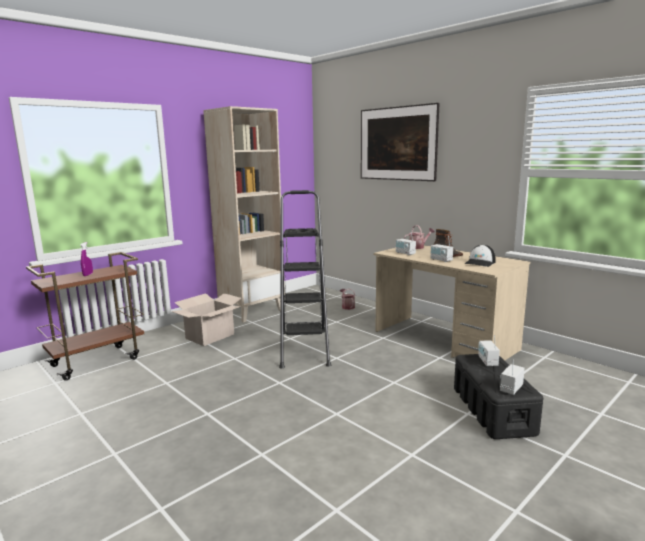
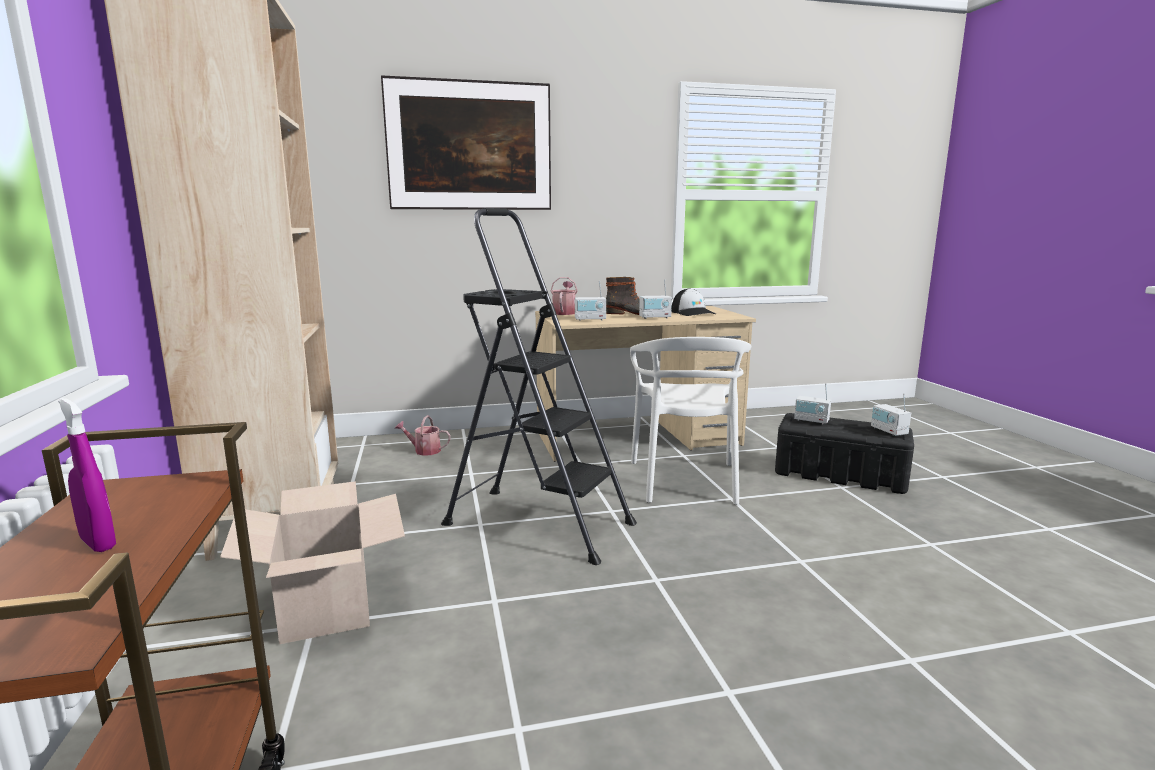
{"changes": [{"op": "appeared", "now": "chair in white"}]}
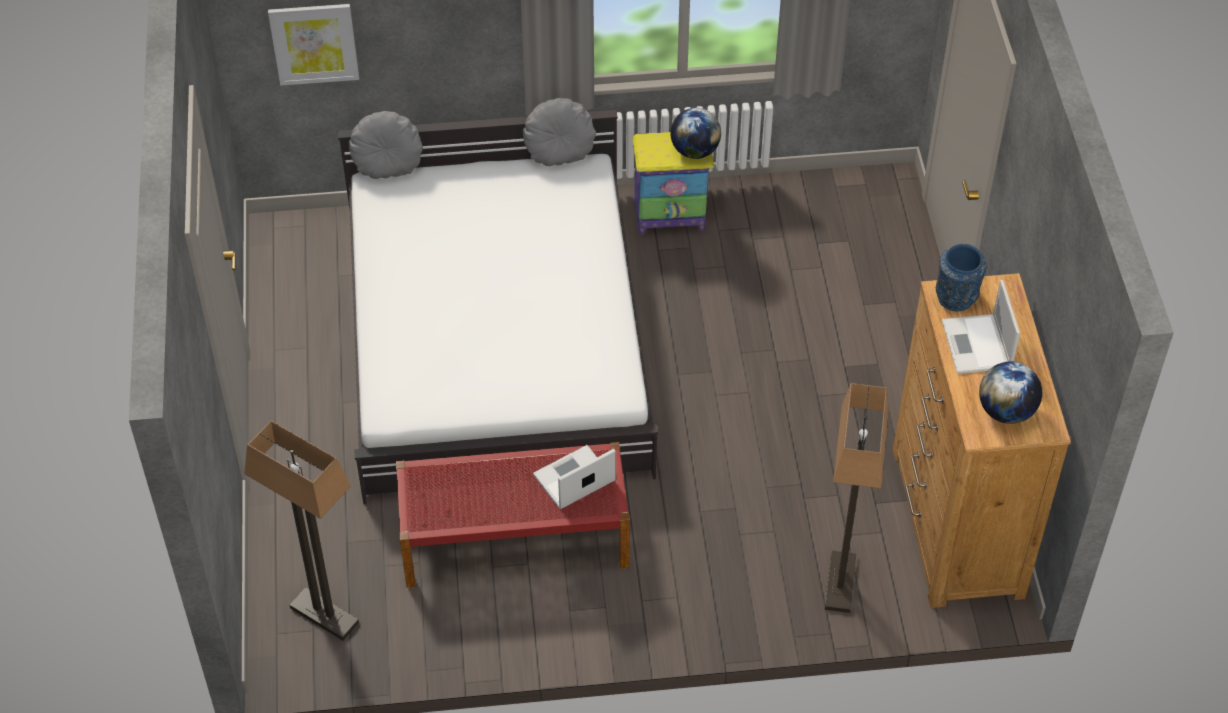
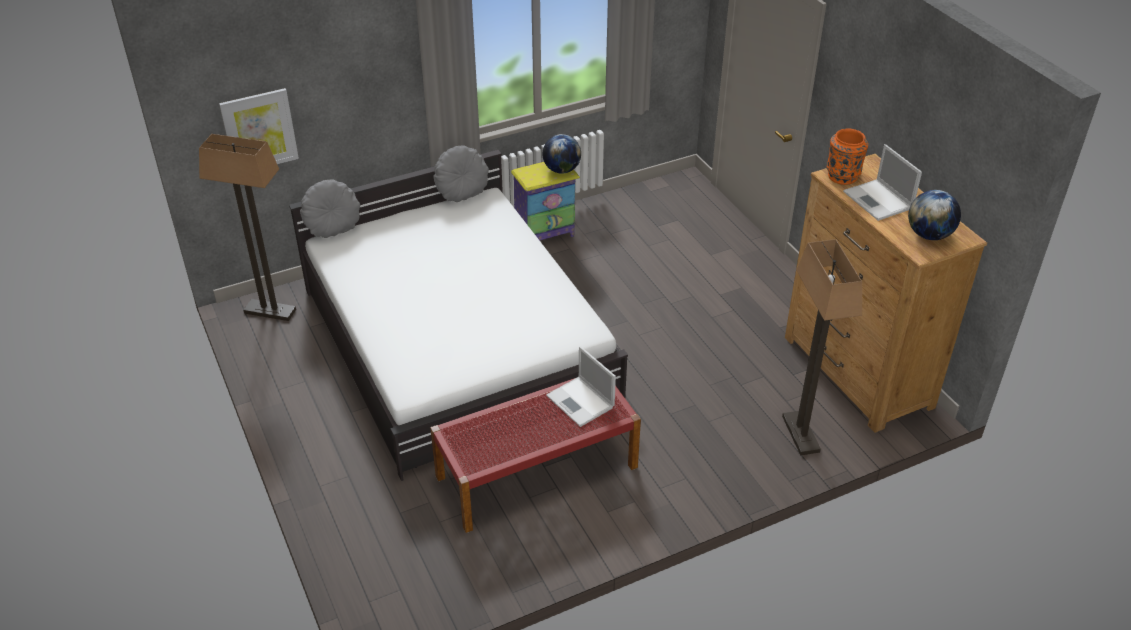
{"changes": [{"op": "relocated", "was": "floor lamp (no. 1 from left)"}, {"op": "spun", "was": "laptop (no. 1 from left)", "clockwise": -75}, {"op": "colour", "was": "vase in blue", "now": "vase in orange"}]}
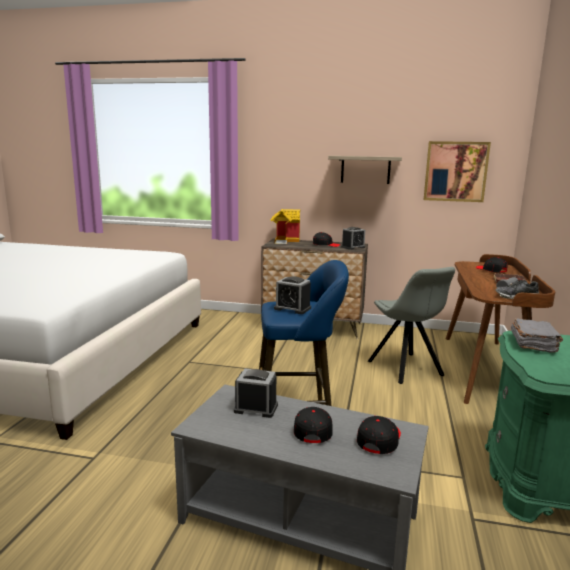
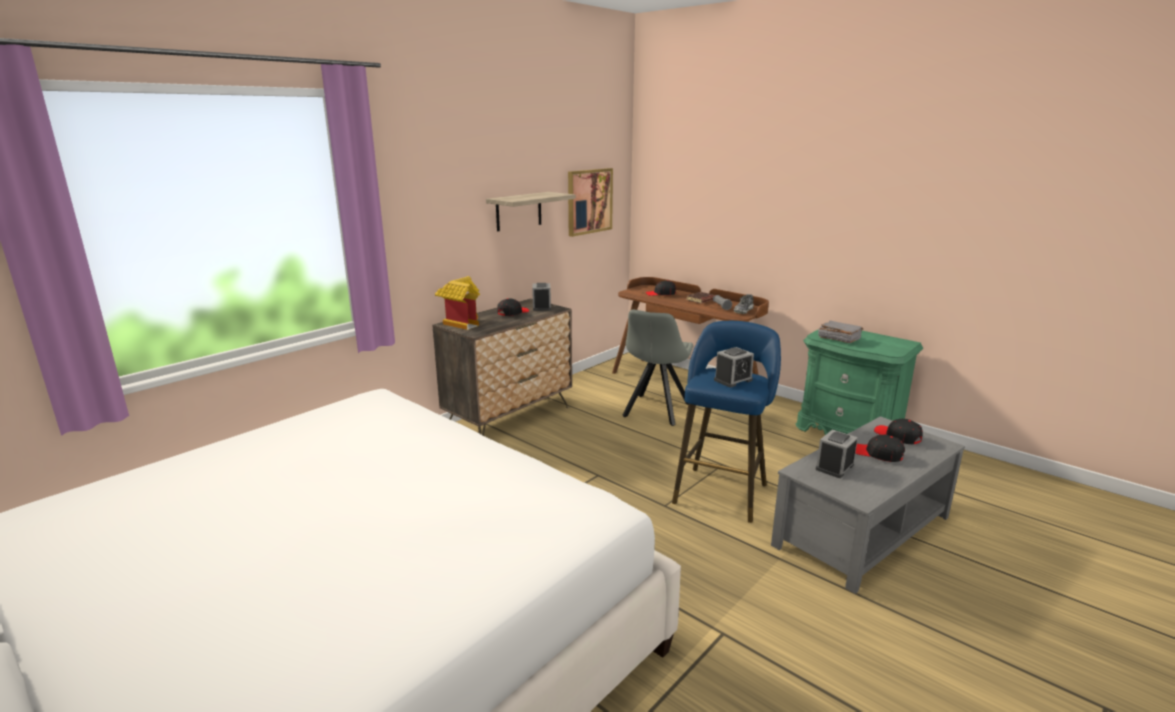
{"changes": [{"op": "spun", "was": "chair in grey", "clockwise": 105}]}
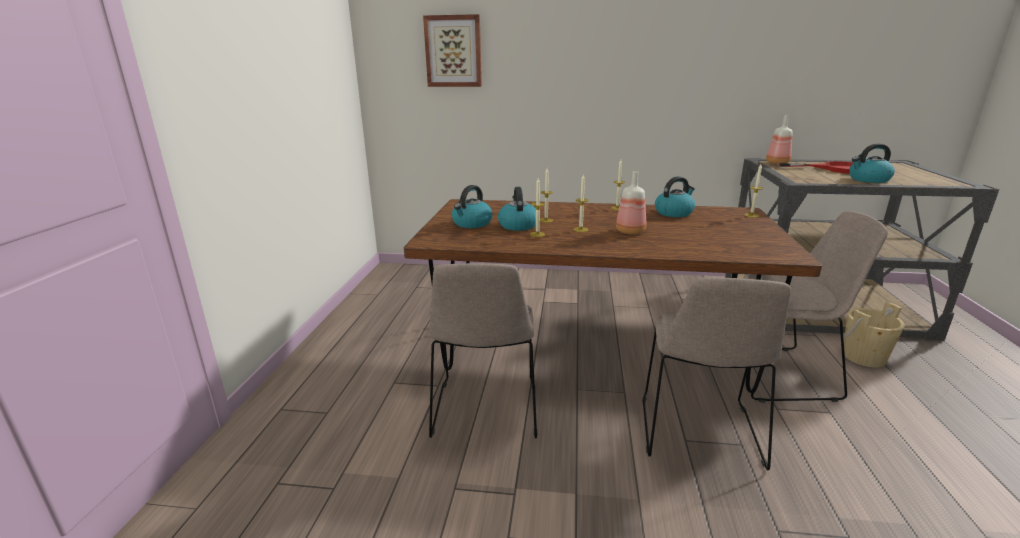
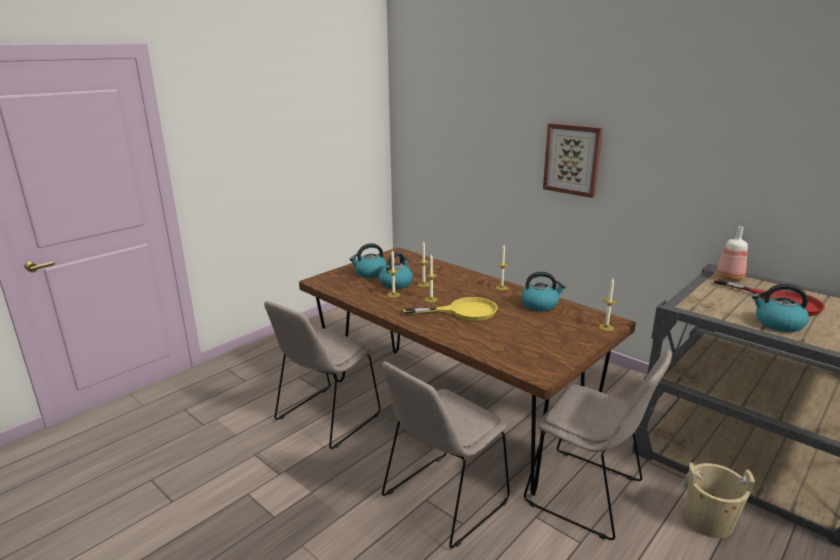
{"changes": [{"op": "relocated", "was": "picture"}, {"op": "exchanged", "was": "bottle (no. 1 from left)", "now": "frying pan in yellow"}]}
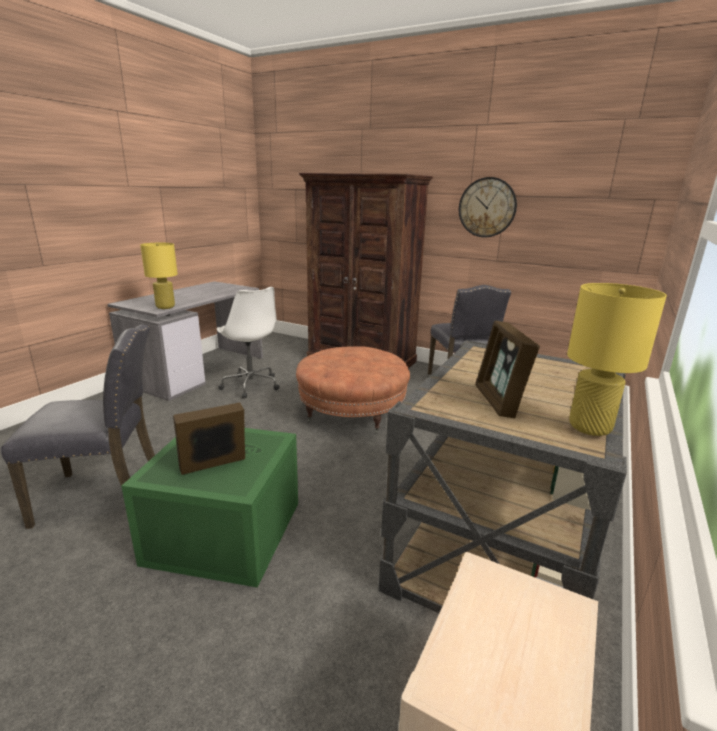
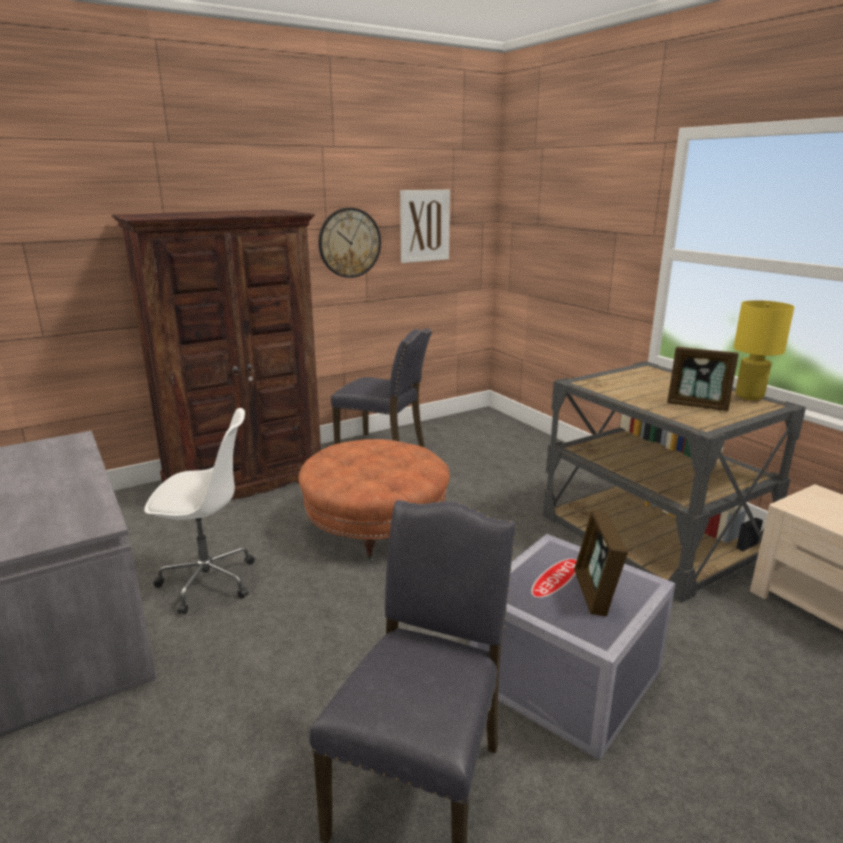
{"changes": [{"op": "colour", "was": "storage box in green", "now": "storage box in grey"}, {"op": "missing", "was": "table lamp in yellow (no. 1 from left)"}, {"op": "appeared", "now": "picture"}]}
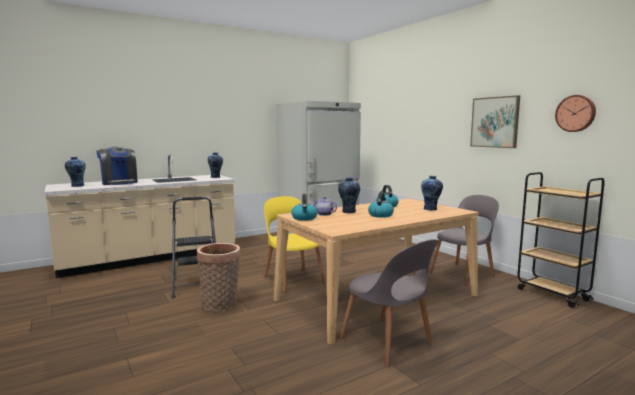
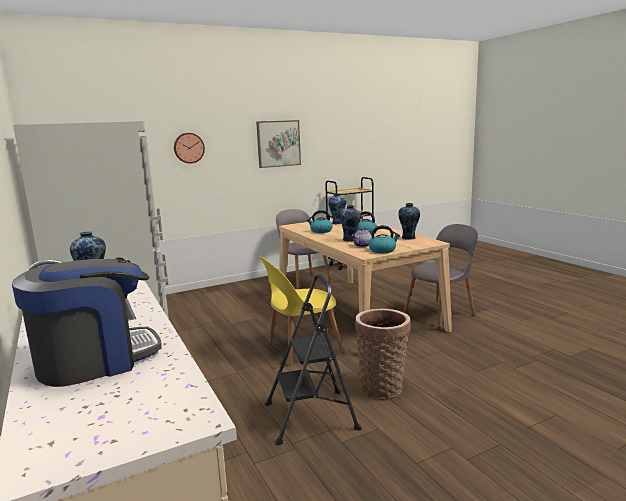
{"changes": [{"op": "relocated", "was": "vase (no. 1 from left in the first image)", "now": "vase (no. 4 from left)"}, {"op": "relocated", "was": "wall clock"}]}
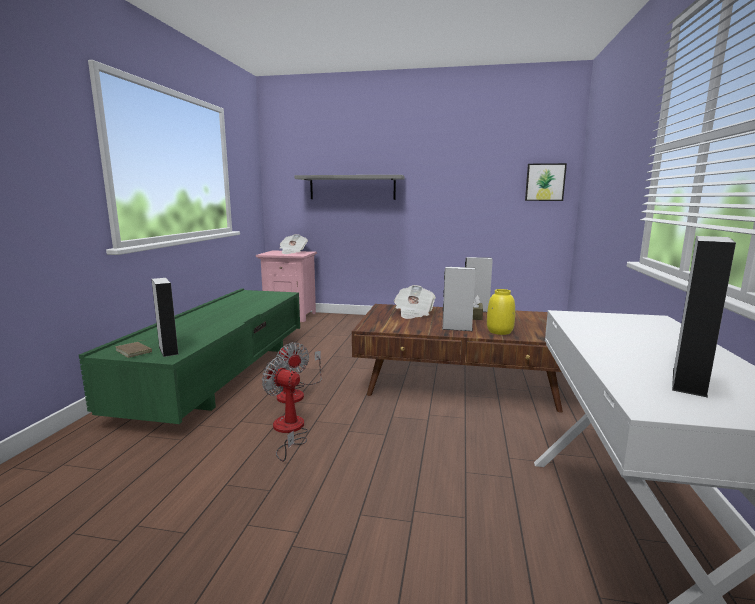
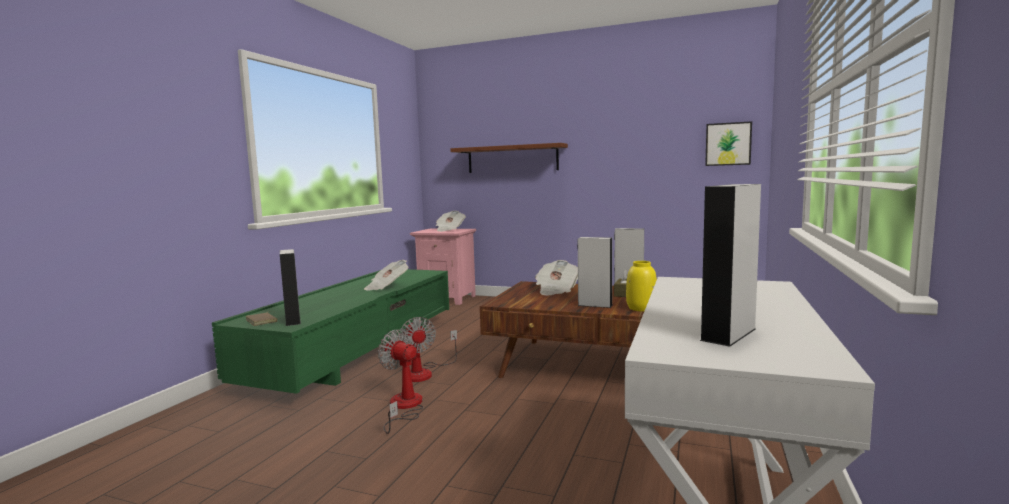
{"changes": [{"op": "colour", "was": "shelf in grey", "now": "shelf in brown"}, {"op": "appeared", "now": "newspaper (no. 1 from left)"}]}
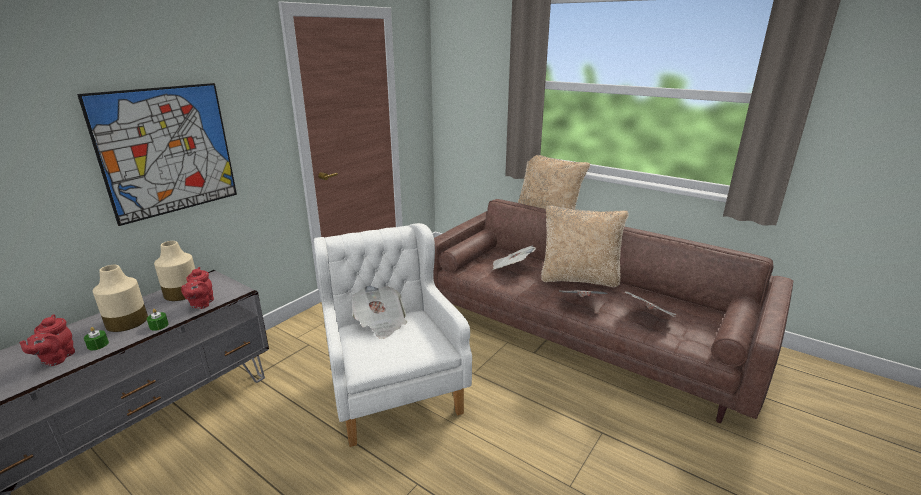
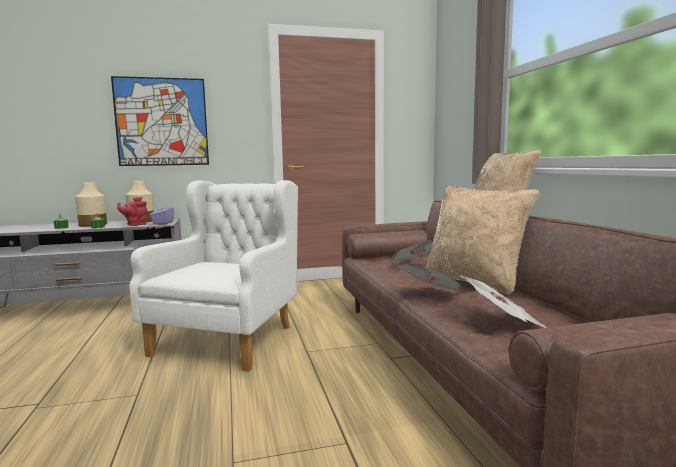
{"changes": [{"op": "missing", "was": "teapot in red (no. 1 from left)"}, {"op": "missing", "was": "newspaper (no. 1 from left)"}, {"op": "appeared", "now": "tissue box in purple"}]}
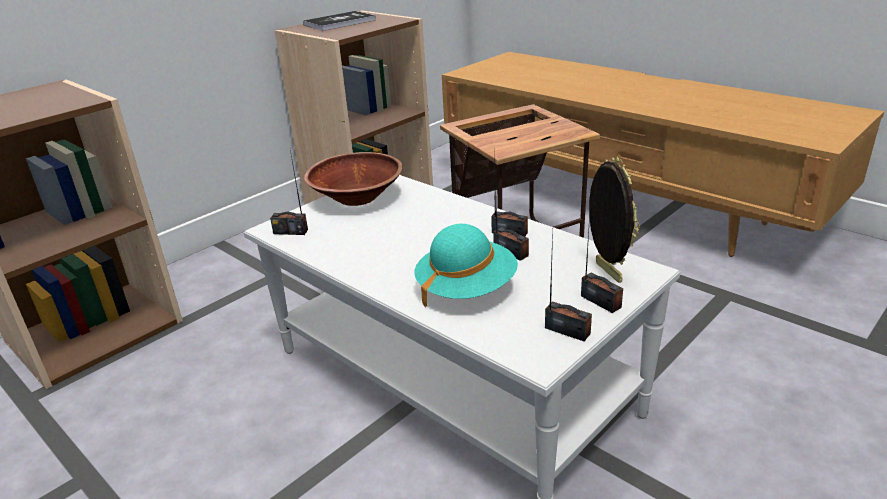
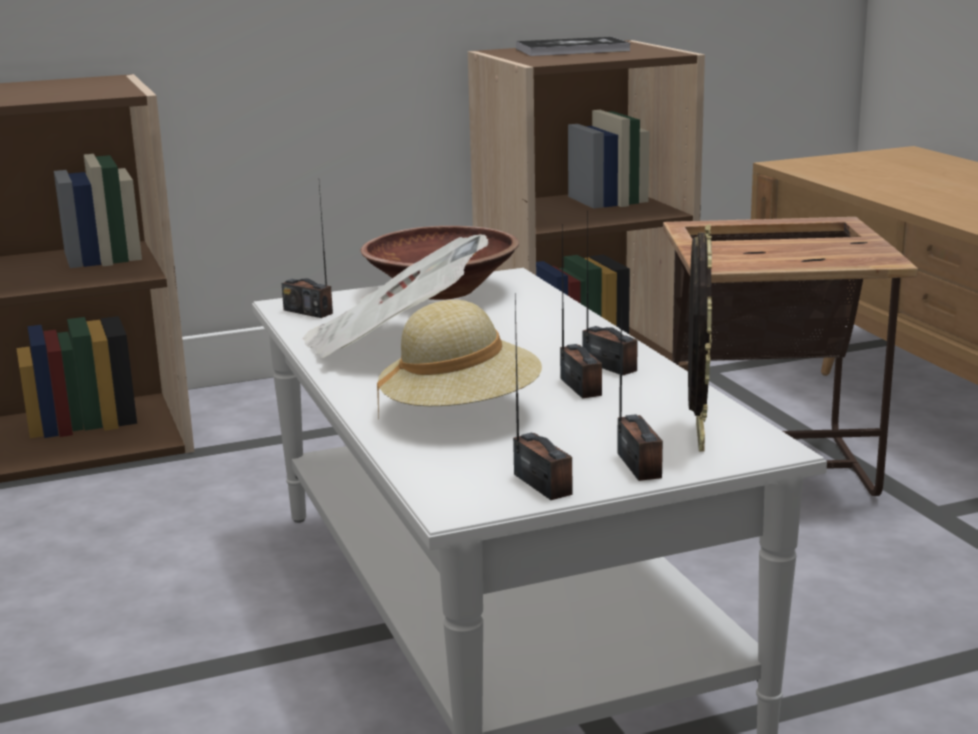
{"changes": [{"op": "colour", "was": "hat in turquoise", "now": "hat in beige"}, {"op": "appeared", "now": "newspaper"}]}
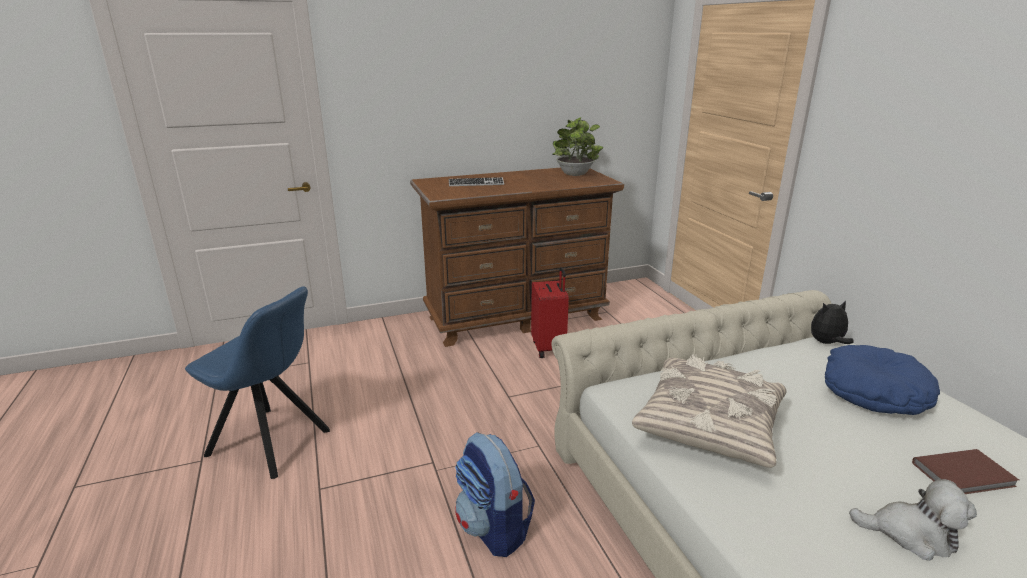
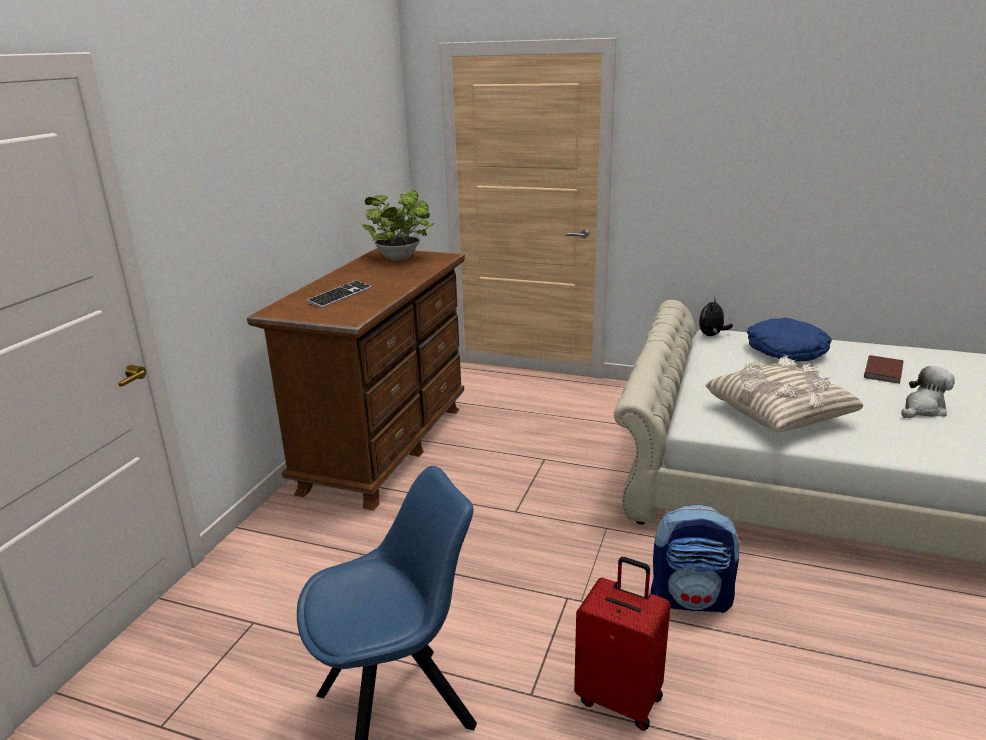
{"changes": [{"op": "relocated", "was": "suitcase in red"}]}
